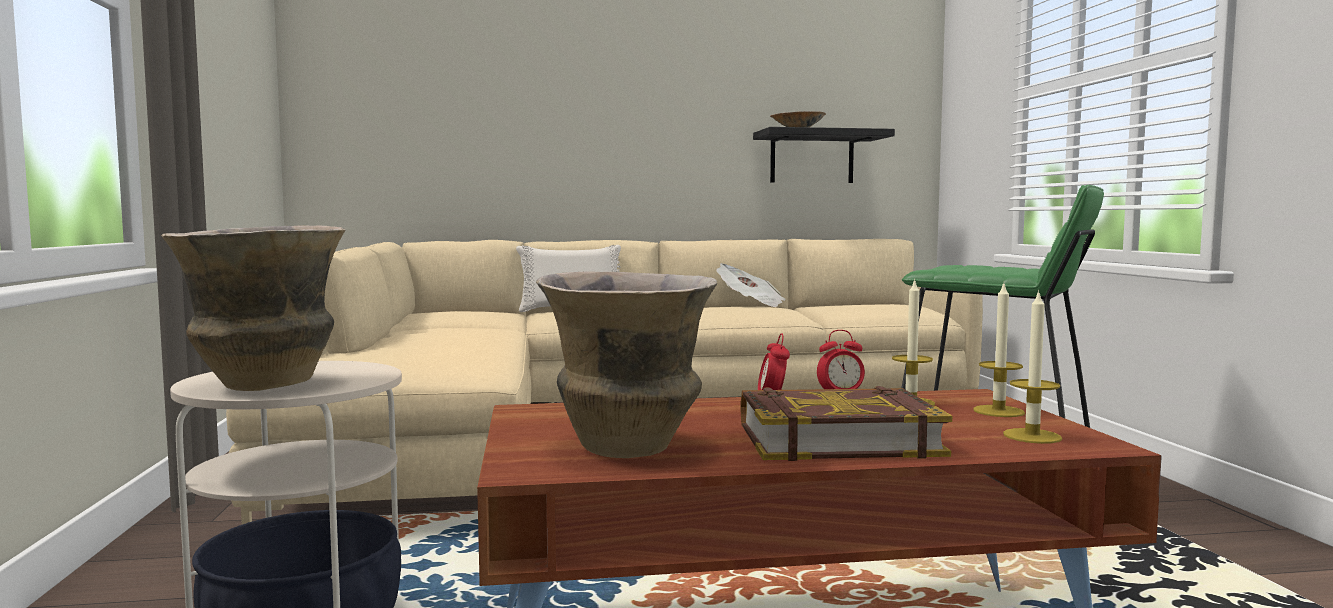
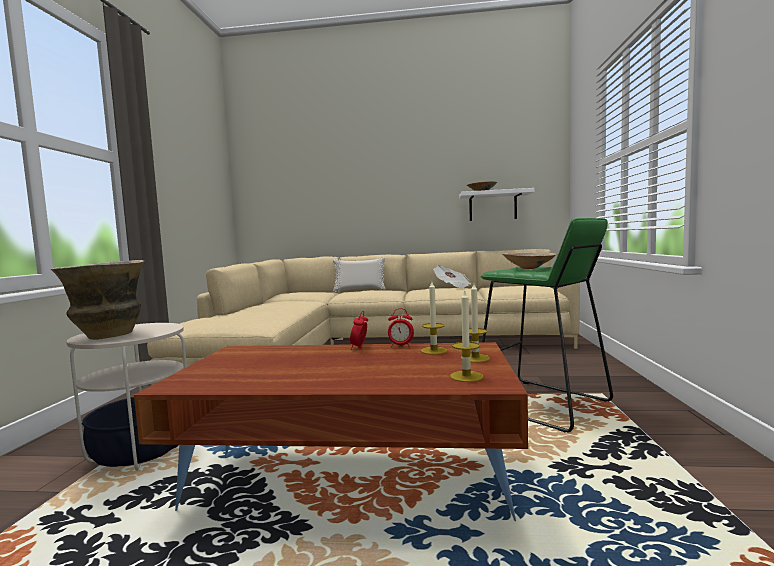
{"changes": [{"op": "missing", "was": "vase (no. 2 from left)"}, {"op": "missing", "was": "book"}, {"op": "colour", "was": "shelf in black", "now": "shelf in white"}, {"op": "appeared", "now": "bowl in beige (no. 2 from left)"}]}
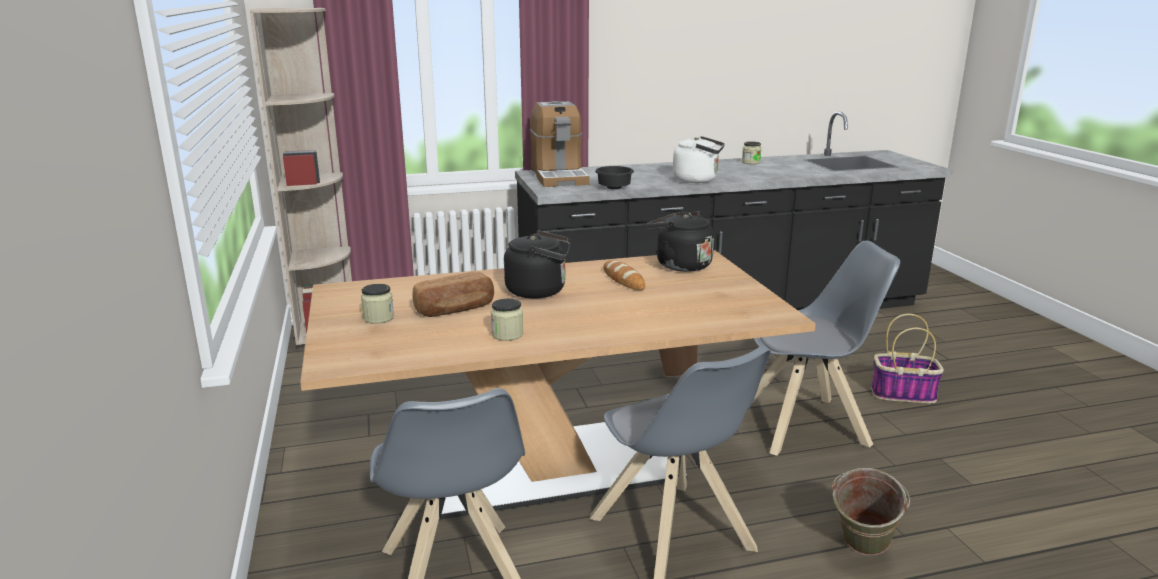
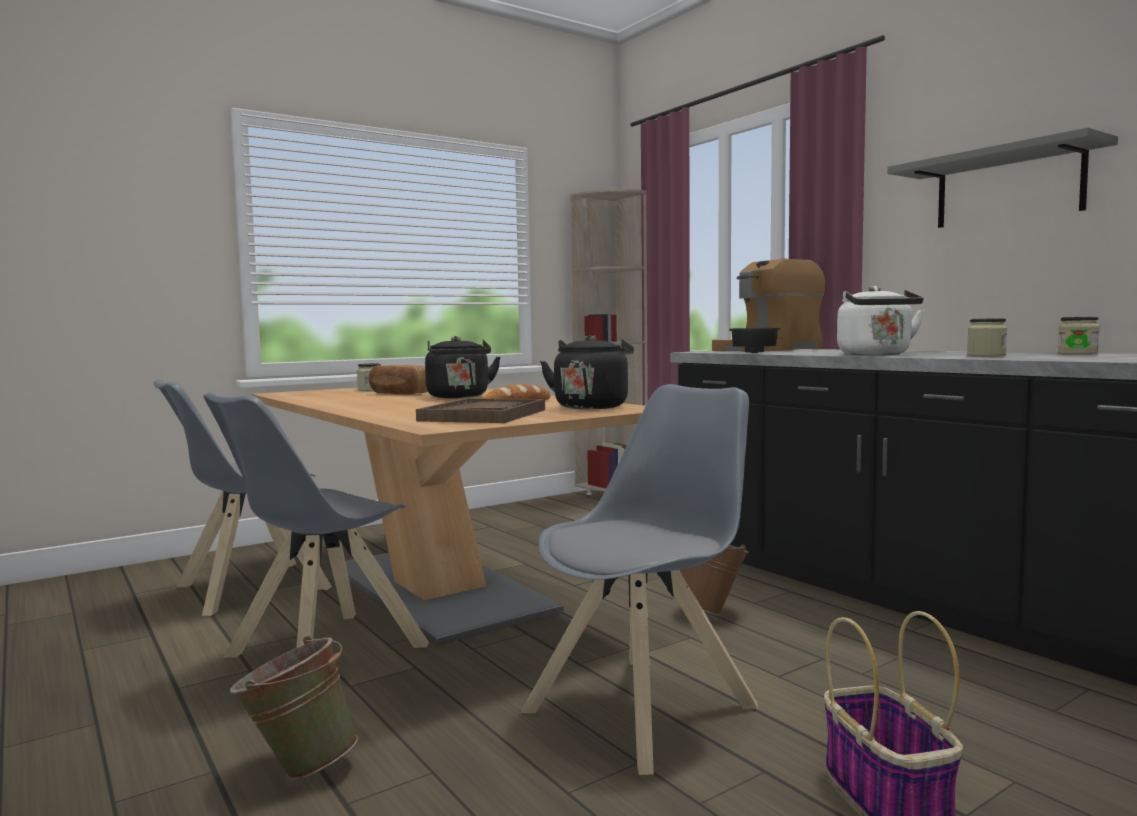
{"changes": [{"op": "relocated", "was": "jar (no. 2 from left)"}, {"op": "spun", "was": "chair in grey (no. 3 from left)", "clockwise": -105}, {"op": "appeared", "now": "tray in brown"}, {"op": "appeared", "now": "shelf in grey"}]}
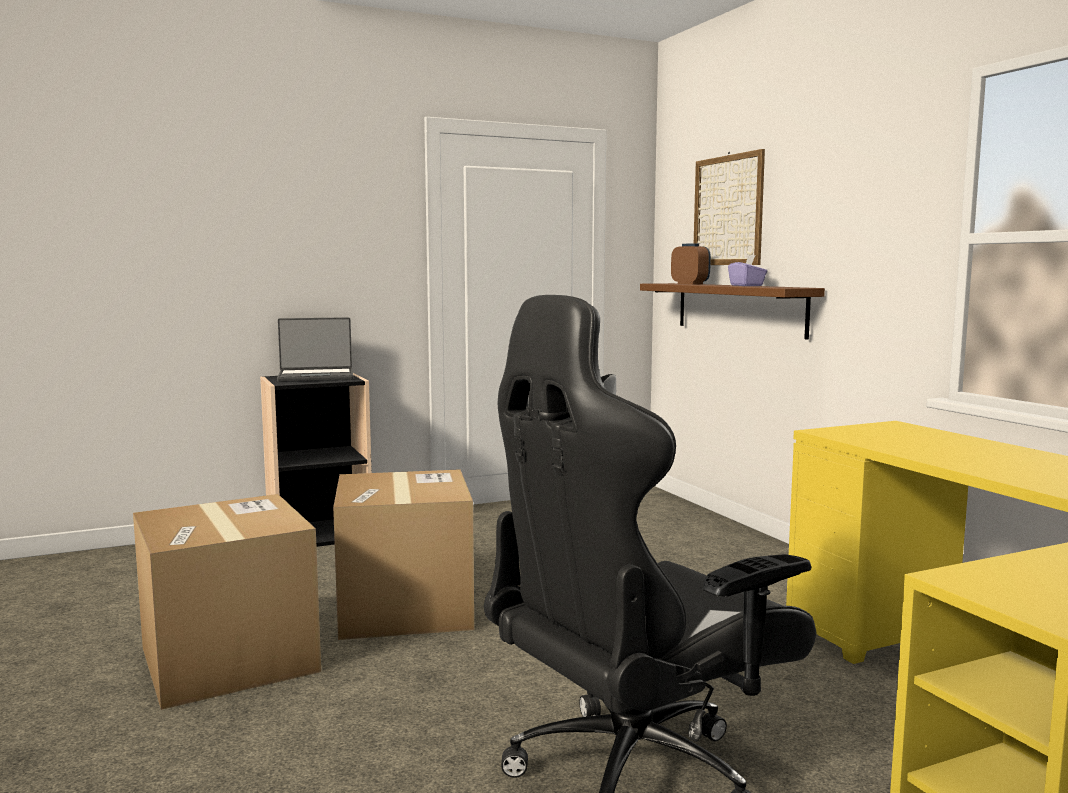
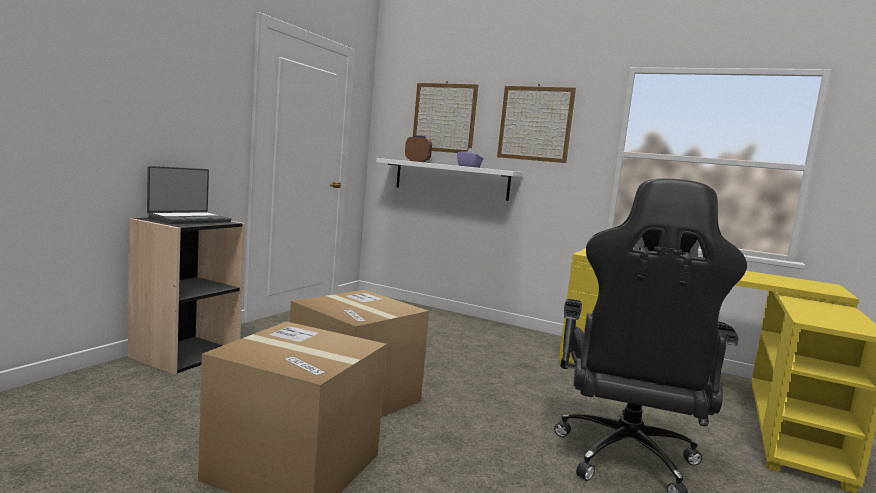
{"changes": [{"op": "colour", "was": "shelf in brown", "now": "shelf in white"}, {"op": "appeared", "now": "picture (no. 2 from left)"}]}
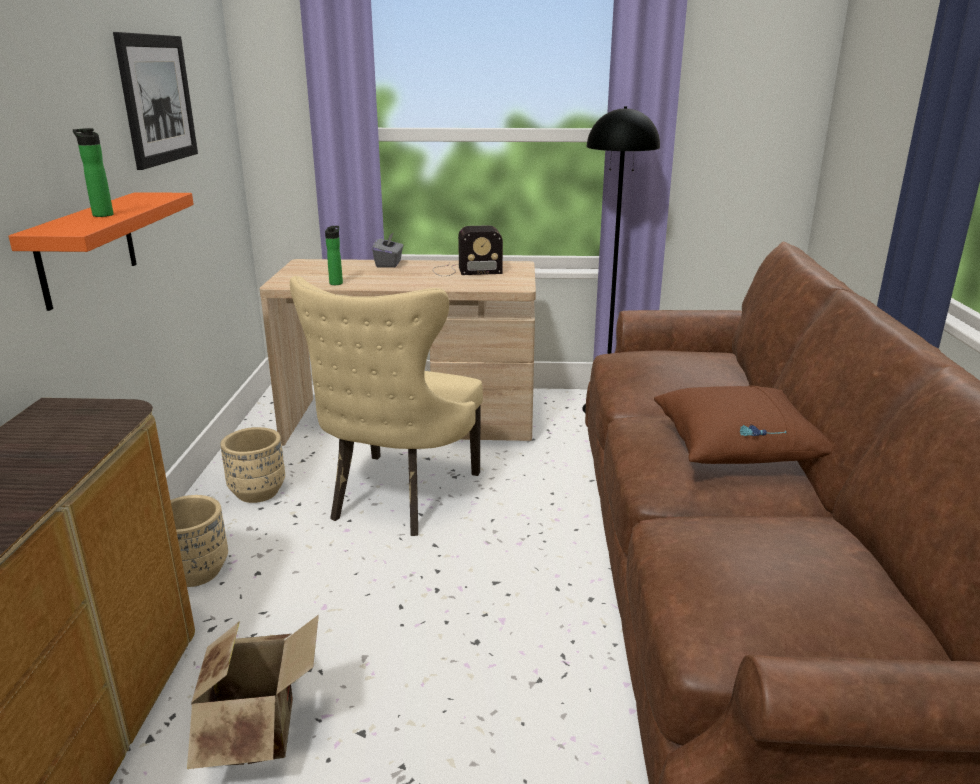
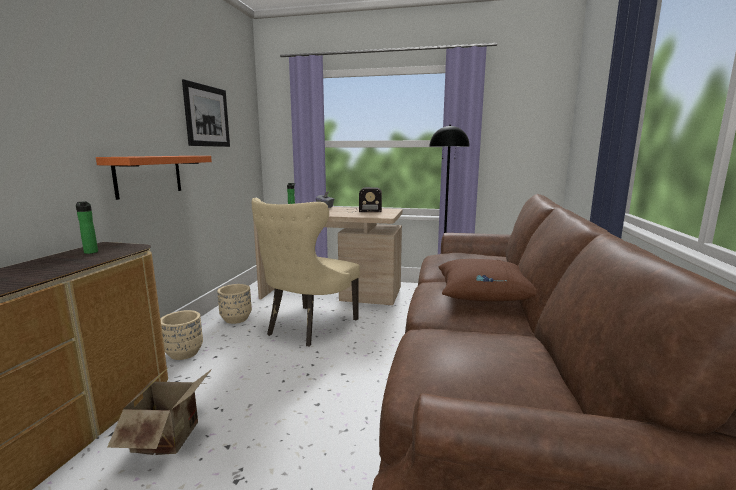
{"changes": [{"op": "relocated", "was": "bottle (no. 1 from left)"}]}
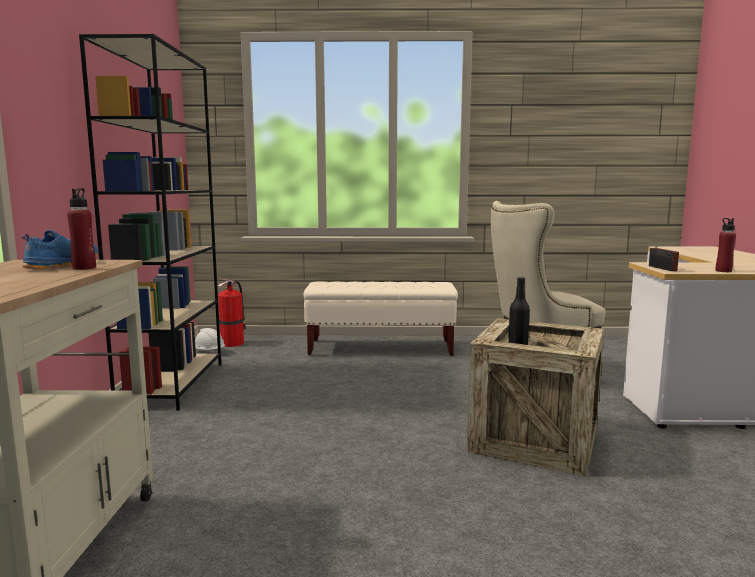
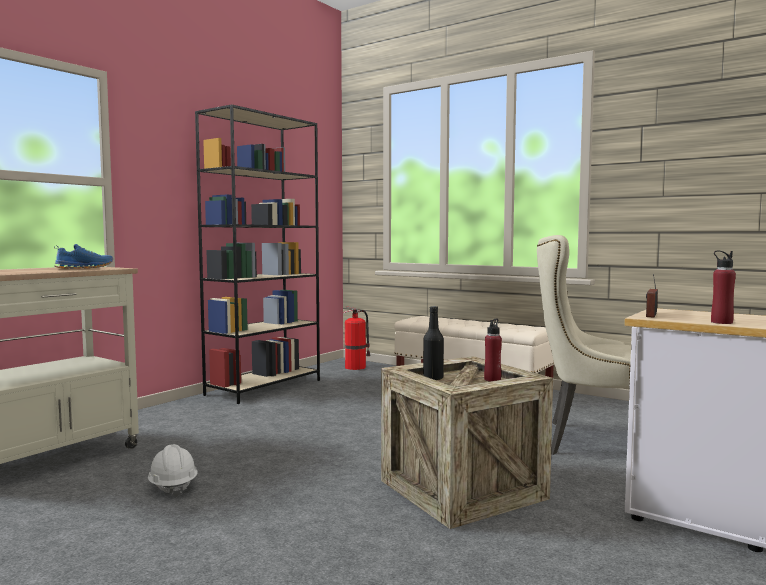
{"changes": [{"op": "relocated", "was": "bottle in red (no. 1 from left)"}, {"op": "relocated", "was": "hard hat in white"}]}
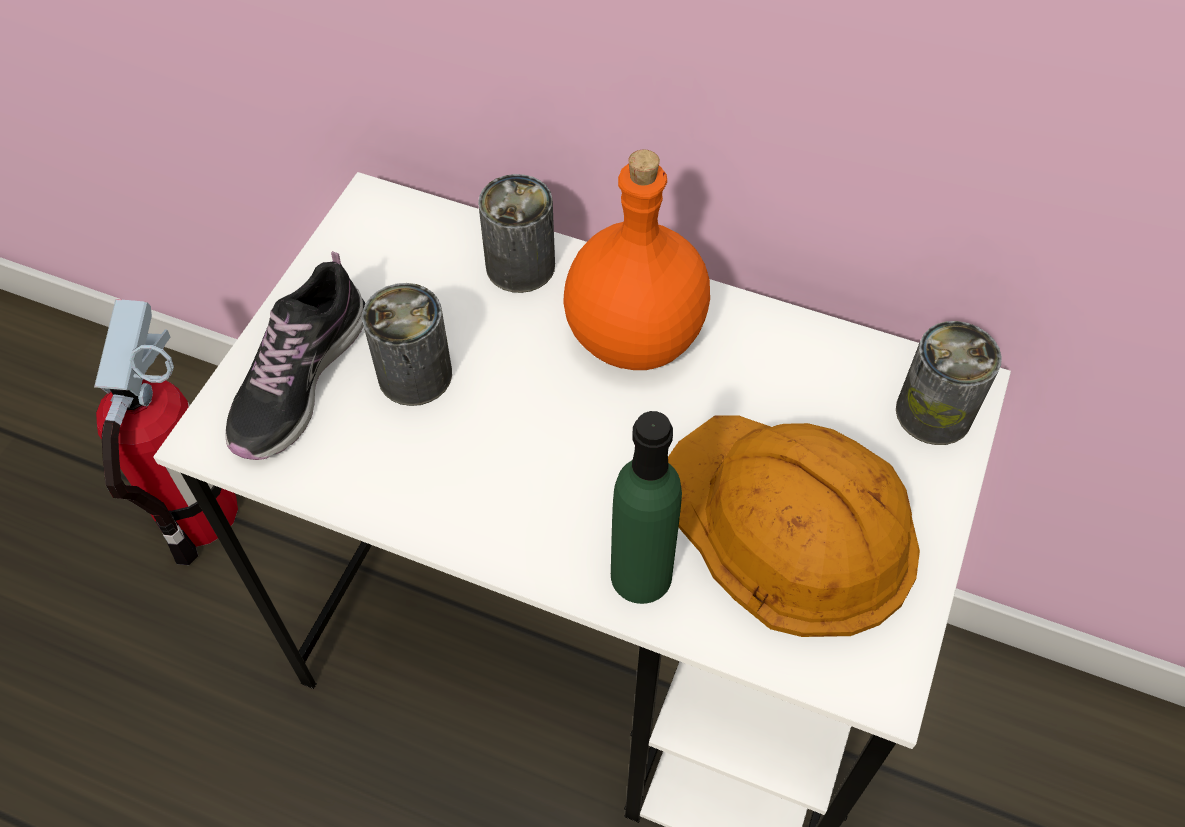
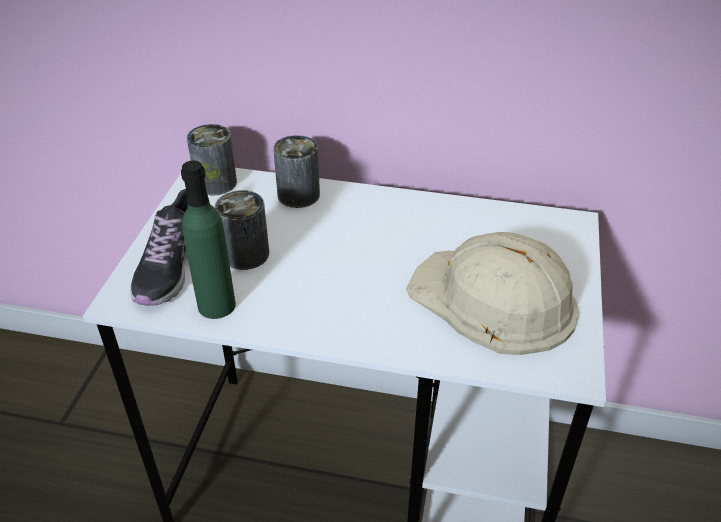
{"changes": [{"op": "missing", "was": "fire extinguisher"}, {"op": "missing", "was": "bottle in orange"}, {"op": "relocated", "was": "bottle in green"}, {"op": "colour", "was": "hard hat in orange", "now": "hard hat in beige"}, {"op": "relocated", "was": "can (no. 3 from left in the first image)", "now": "can (no. 1 from left)"}]}
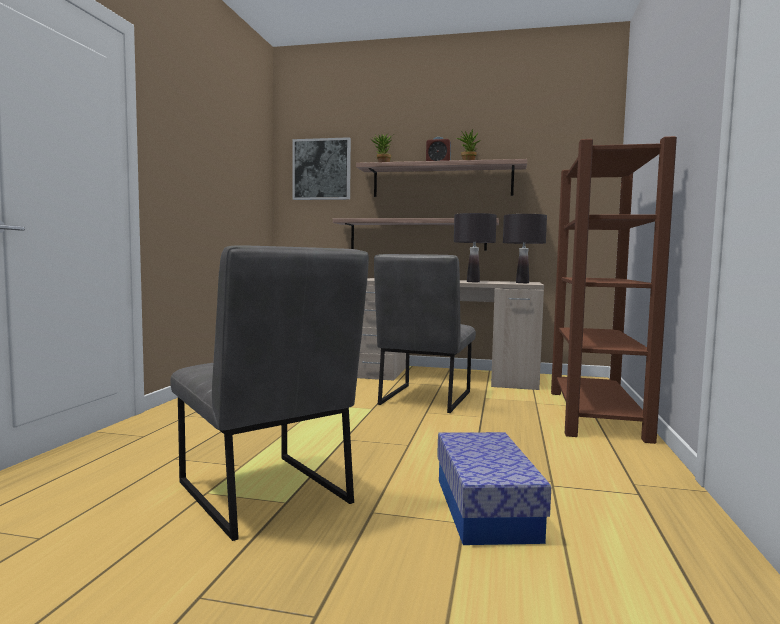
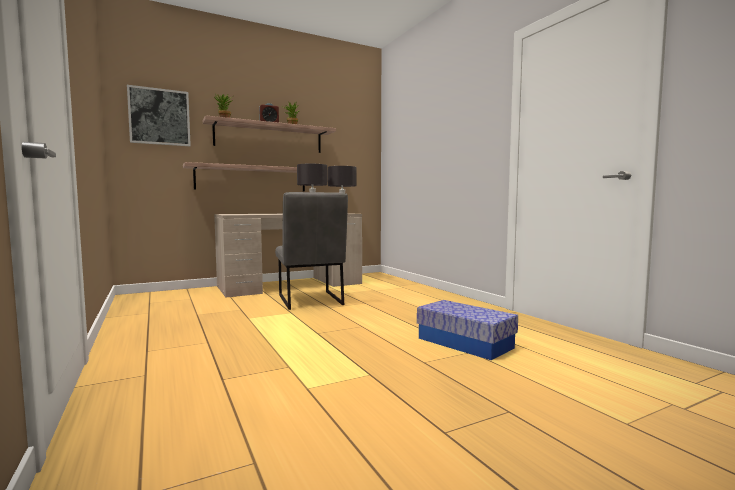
{"changes": [{"op": "missing", "was": "chair in grey (no. 1 from left)"}, {"op": "missing", "was": "bookcase in brown"}]}
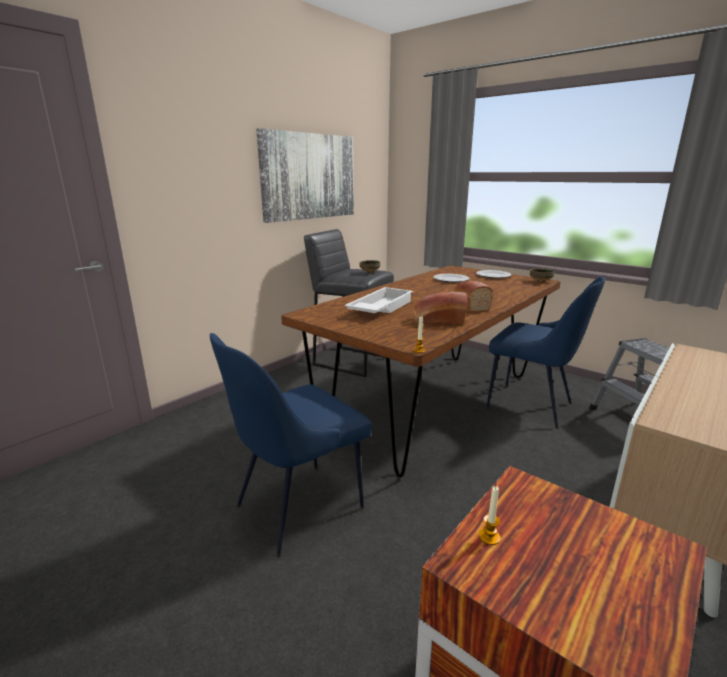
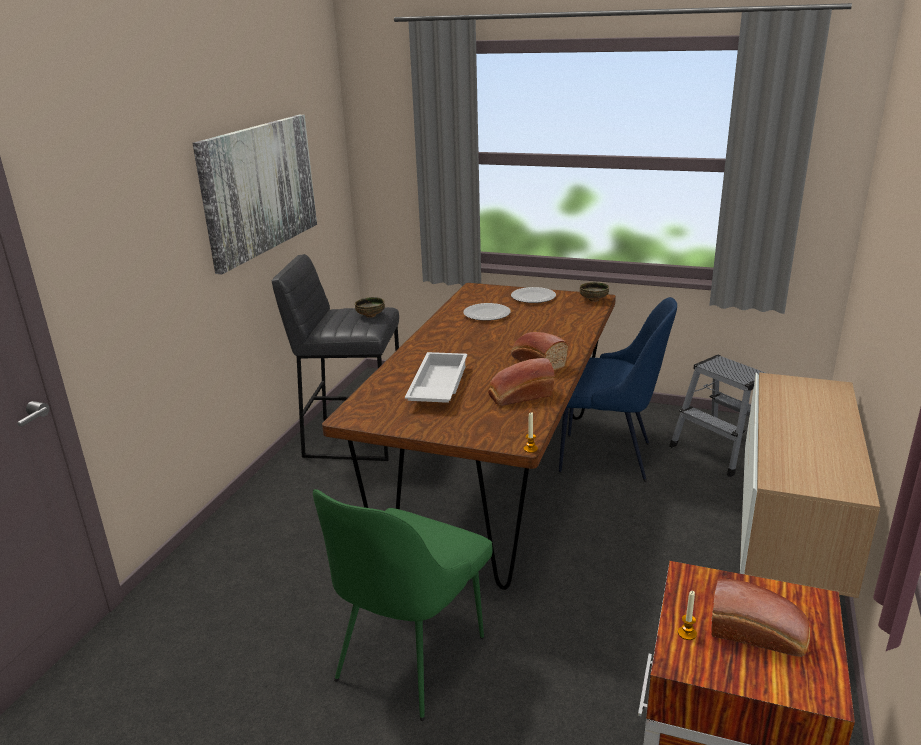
{"changes": [{"op": "colour", "was": "chair in blue (no. 1 from left)", "now": "chair in green"}, {"op": "appeared", "now": "bread (no. 3 from left)"}]}
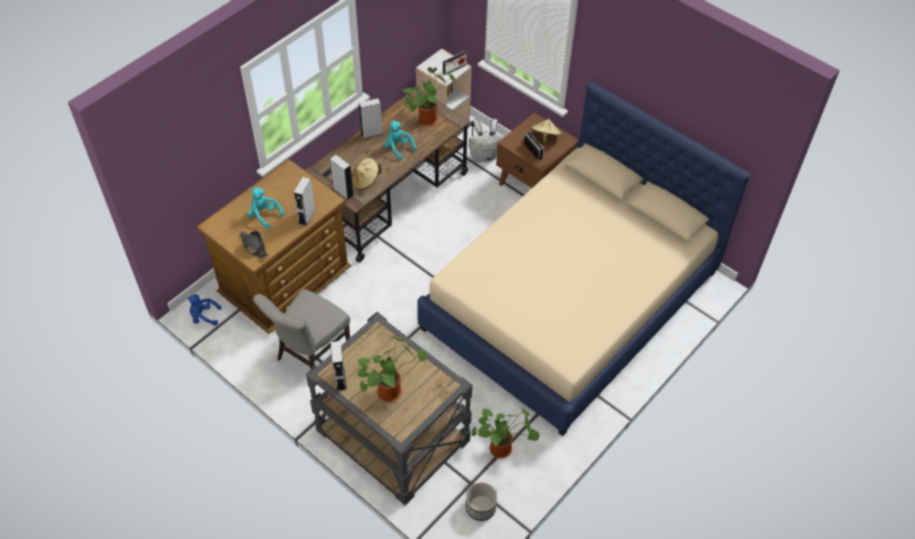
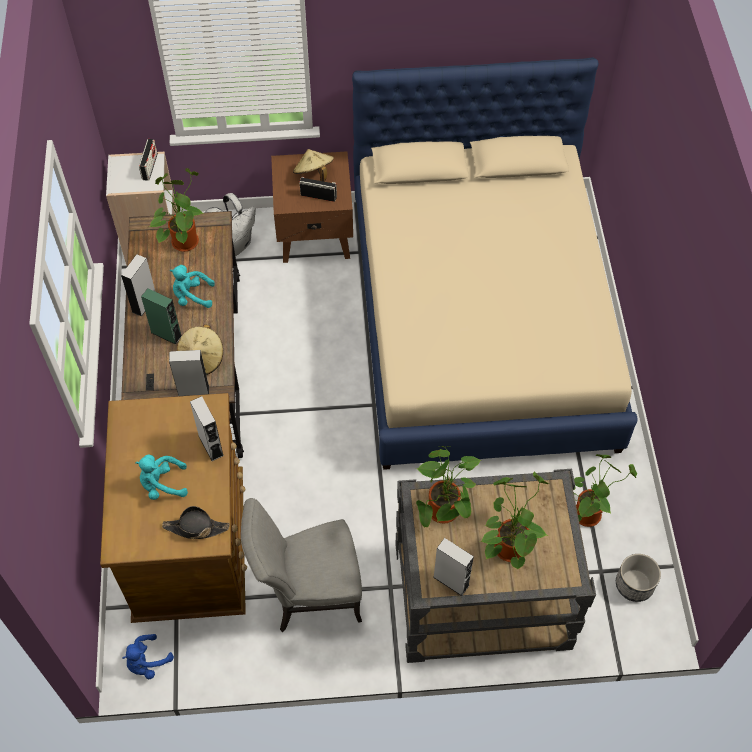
{"changes": [{"op": "spun", "was": "chair in grey", "clockwise": 90}, {"op": "appeared", "now": "speaker in green"}, {"op": "appeared", "now": "potted plant (no. 2 from left)"}]}
